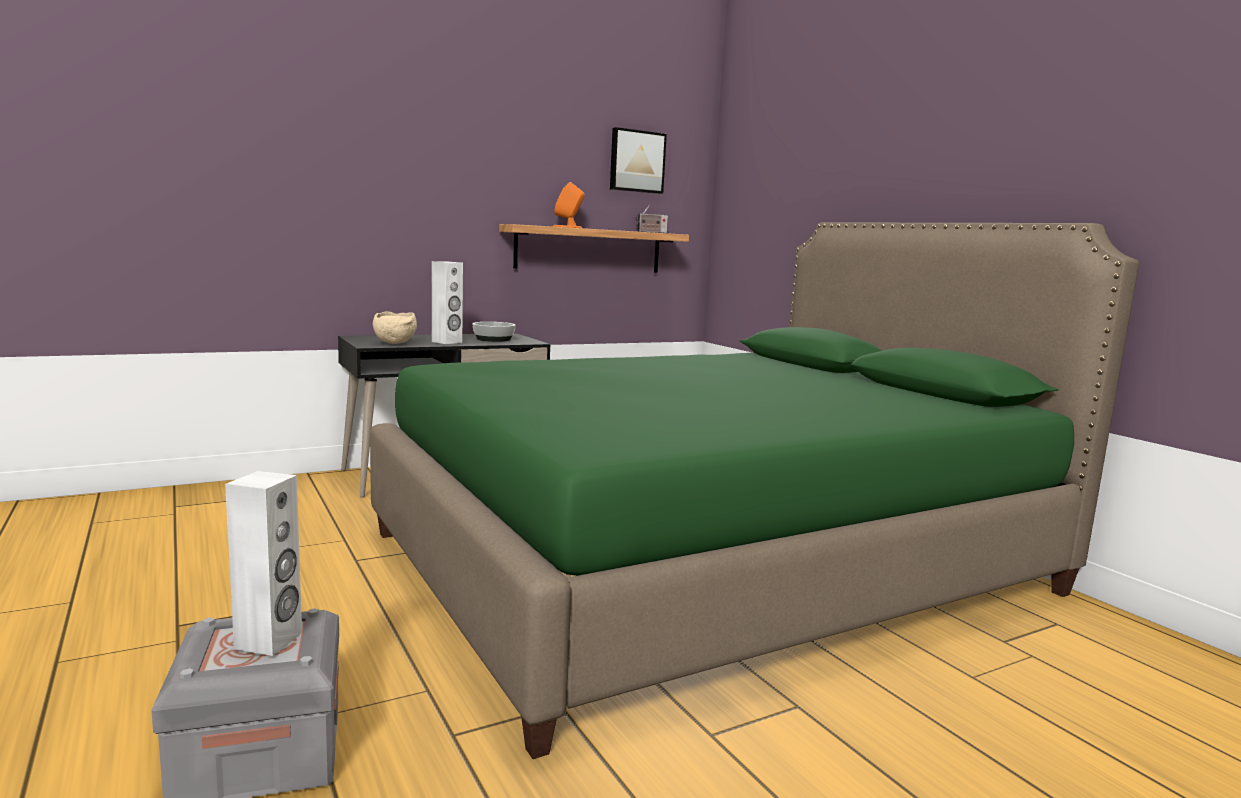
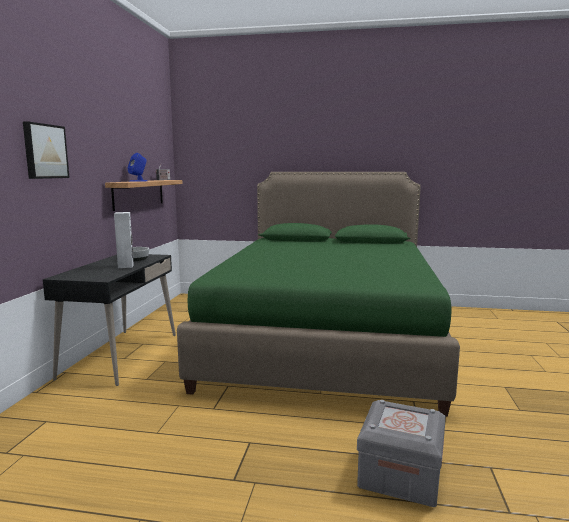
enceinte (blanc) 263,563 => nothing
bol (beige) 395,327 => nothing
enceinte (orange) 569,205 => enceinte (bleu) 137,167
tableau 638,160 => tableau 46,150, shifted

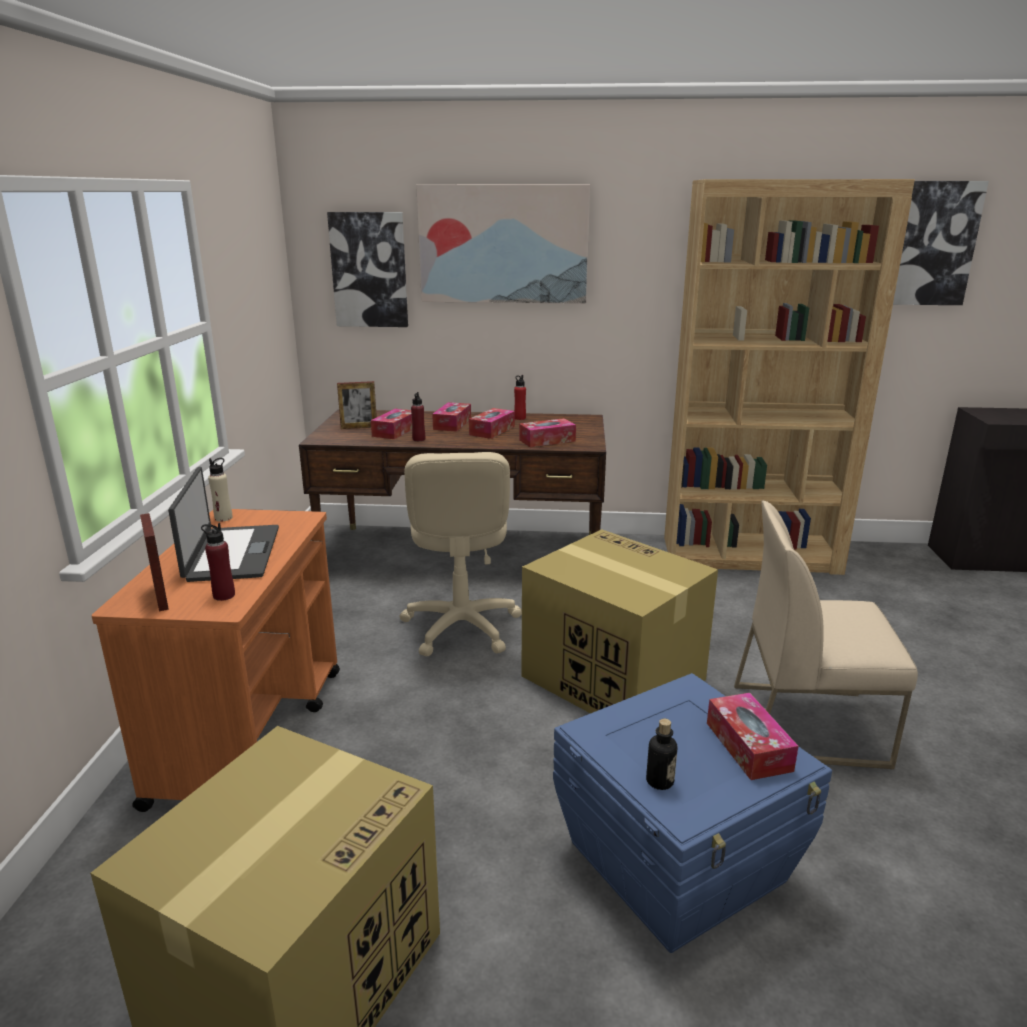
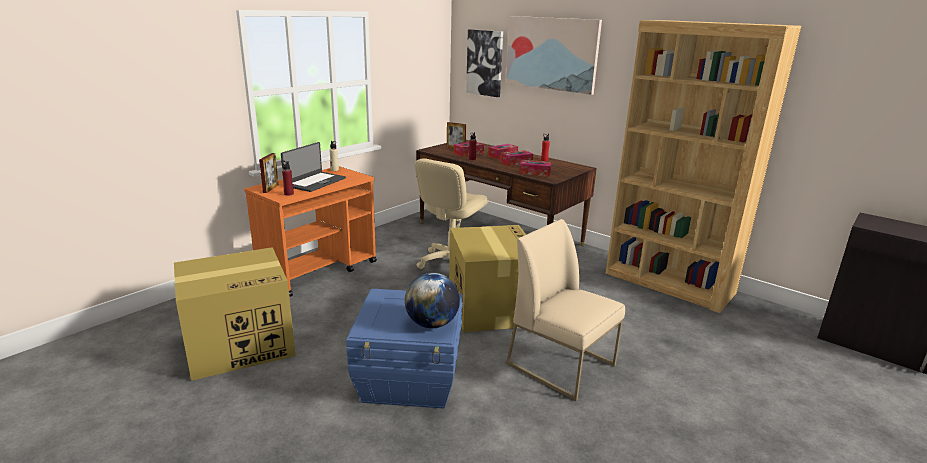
bouteille 661,754 => nothing
boîte à mouchoirs 753,736 => globe 432,300
tableau 941,243 => nothing

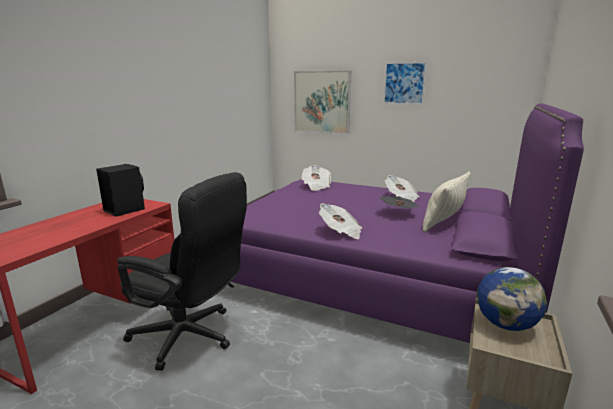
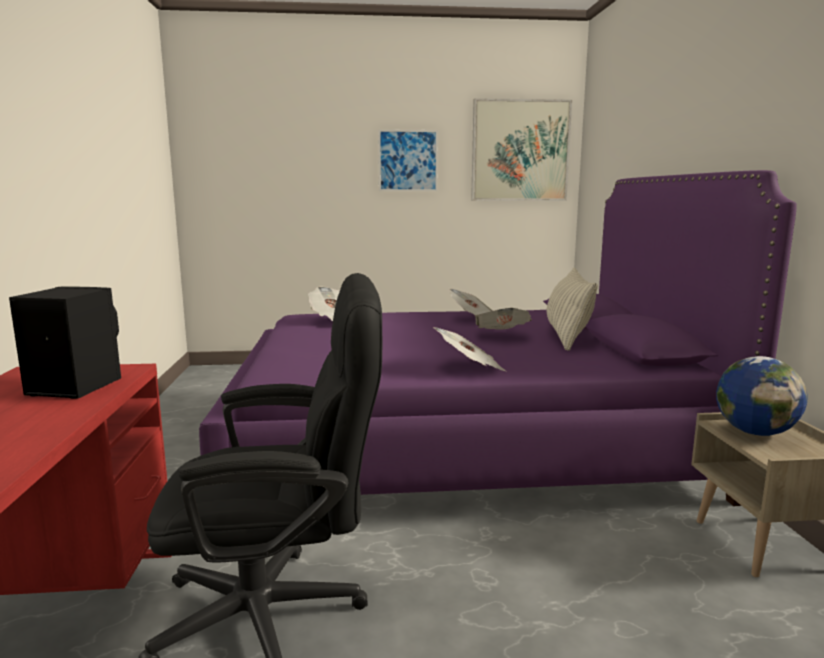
tableau 322,102 => tableau 521,149, shifted

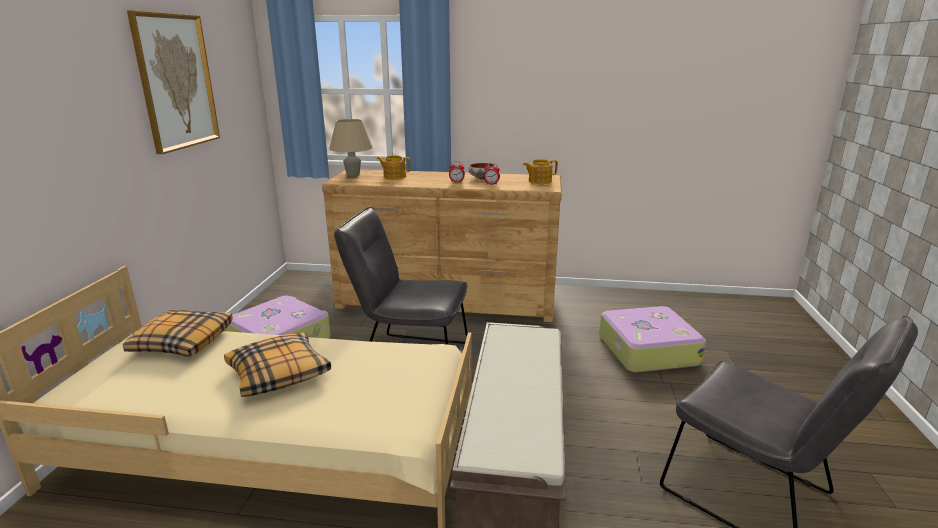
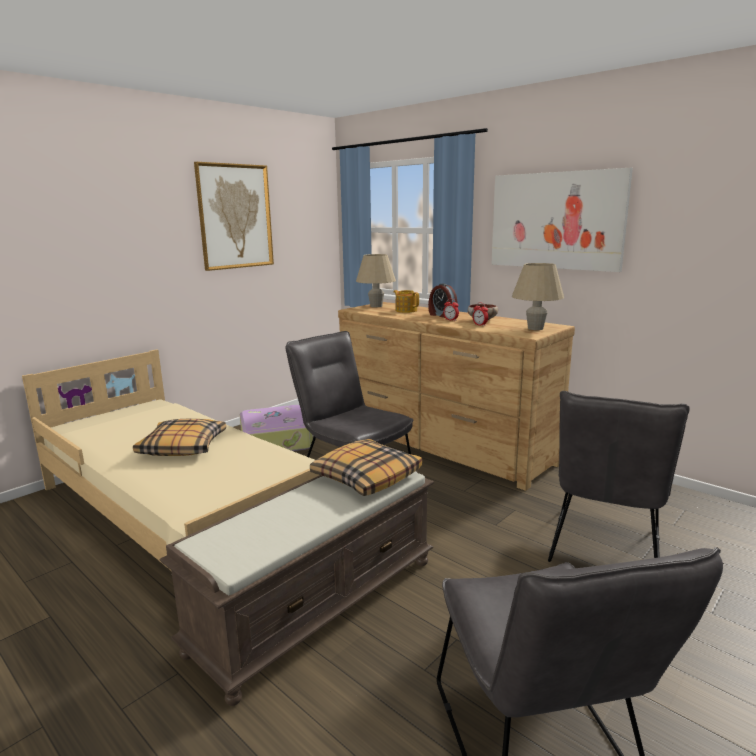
coussin 178,333 => coussin 366,467, shifted
théière 540,171 => lampe de table (beige) 538,296
valise 652,339 => chaise (gris) 619,476
nothing => réveil 443,301
nothing => tableau 562,220

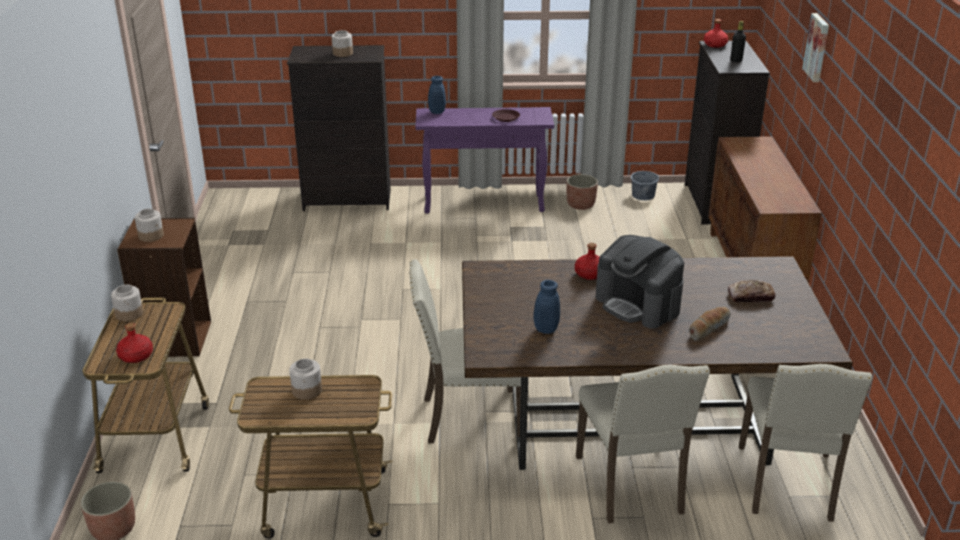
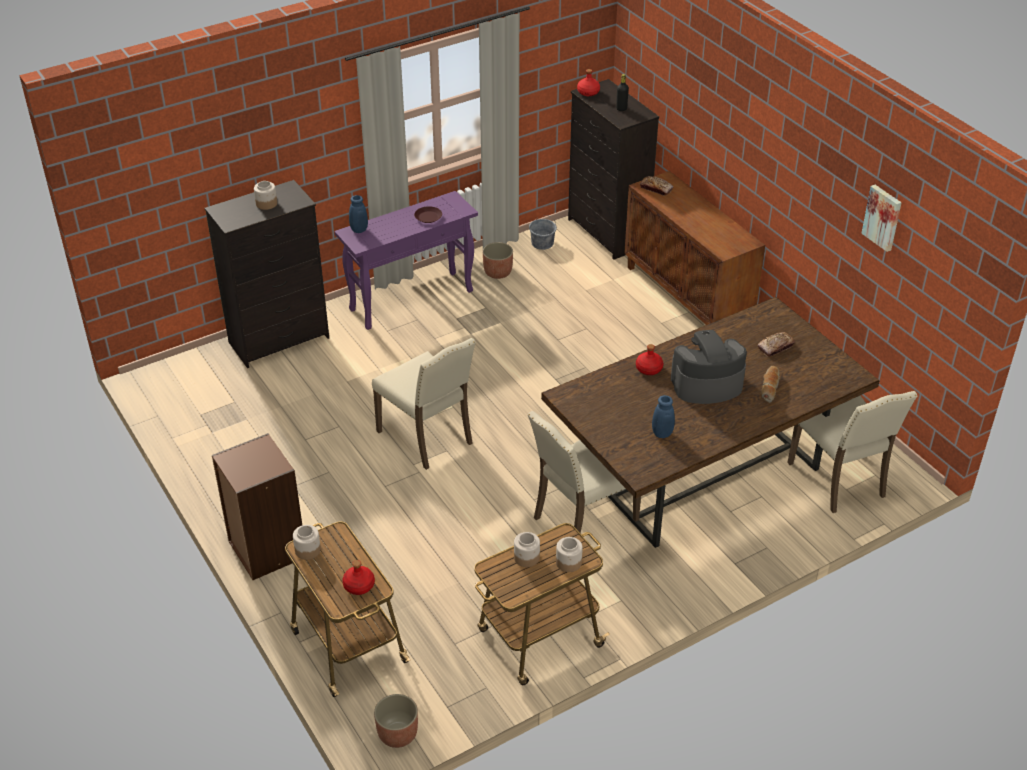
bocal 149,225 => bocal 569,554, shifted
chaise (beige) 643,444 => chaise (beige) 424,404, shifted
machine à café 640,282 => machine à café 709,367, 150 degrees clockwise
tableau 815,47 => tableau 881,218, shifted
nothing => pain 656,186

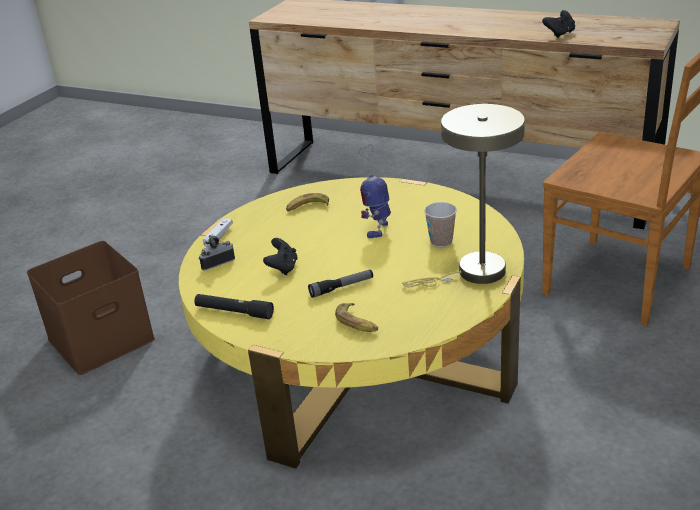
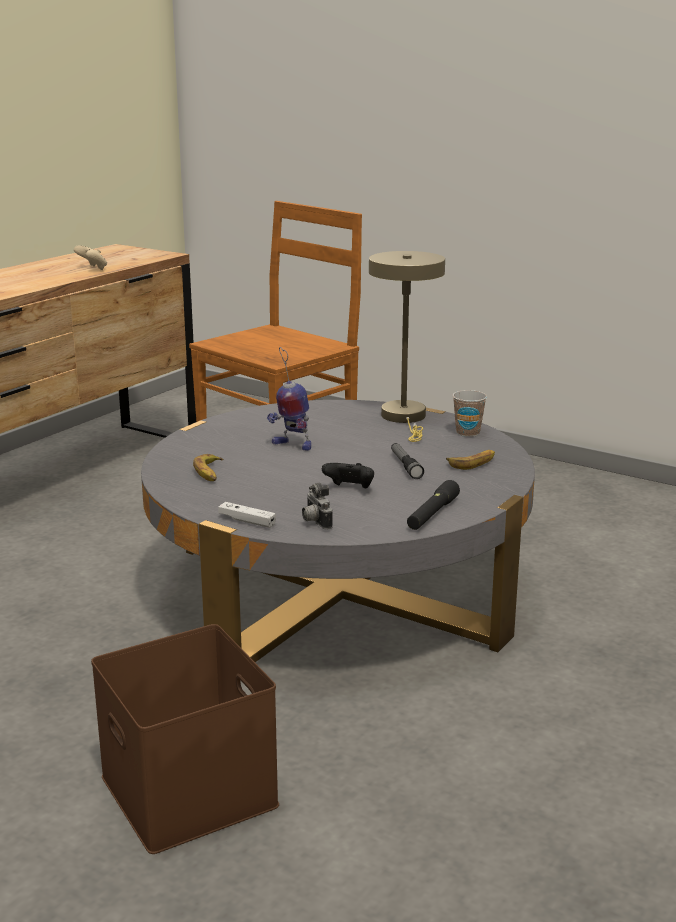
table basse (jaune) 351,323 => table basse (gris) 338,531
tasse 440,224 => tasse 469,413, shifted
manette (noir) 558,24 => manette (beige) 90,257

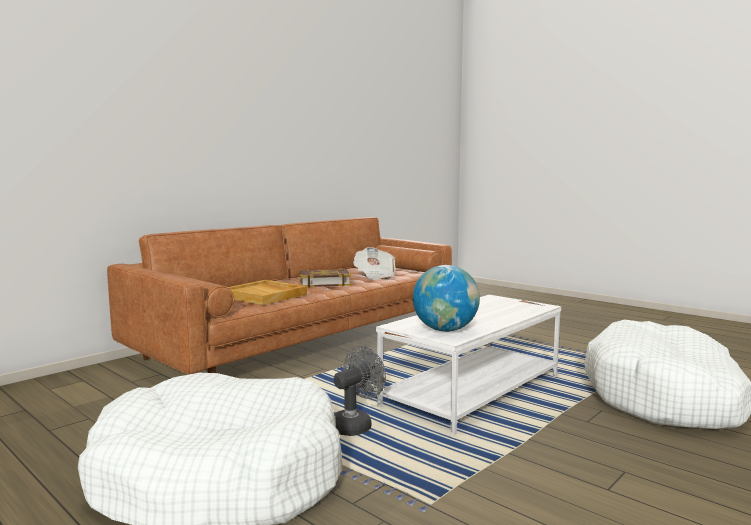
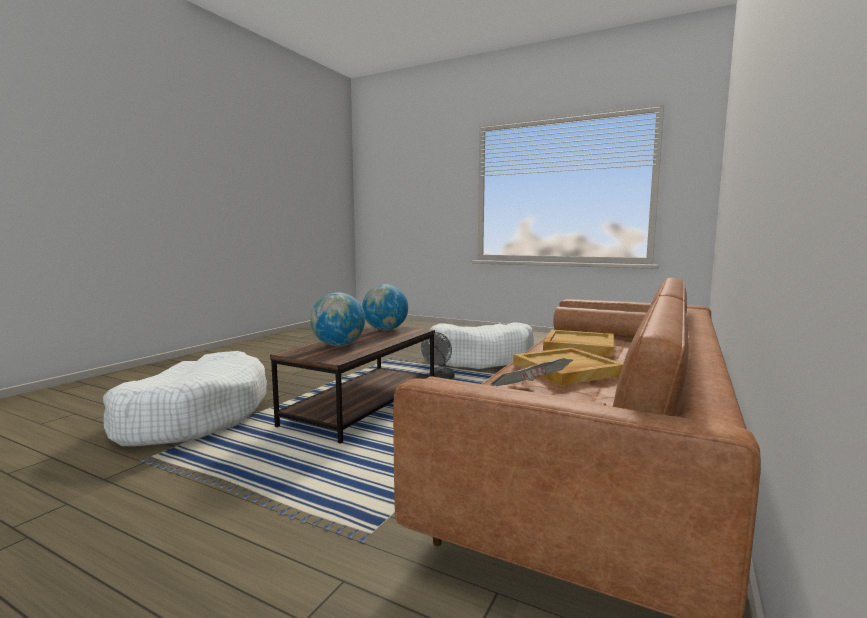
livre 325,278 => plateau (beige) 568,366
table basse (blanc) 469,365 => table basse (marron) 352,385
nothing => globe 337,319

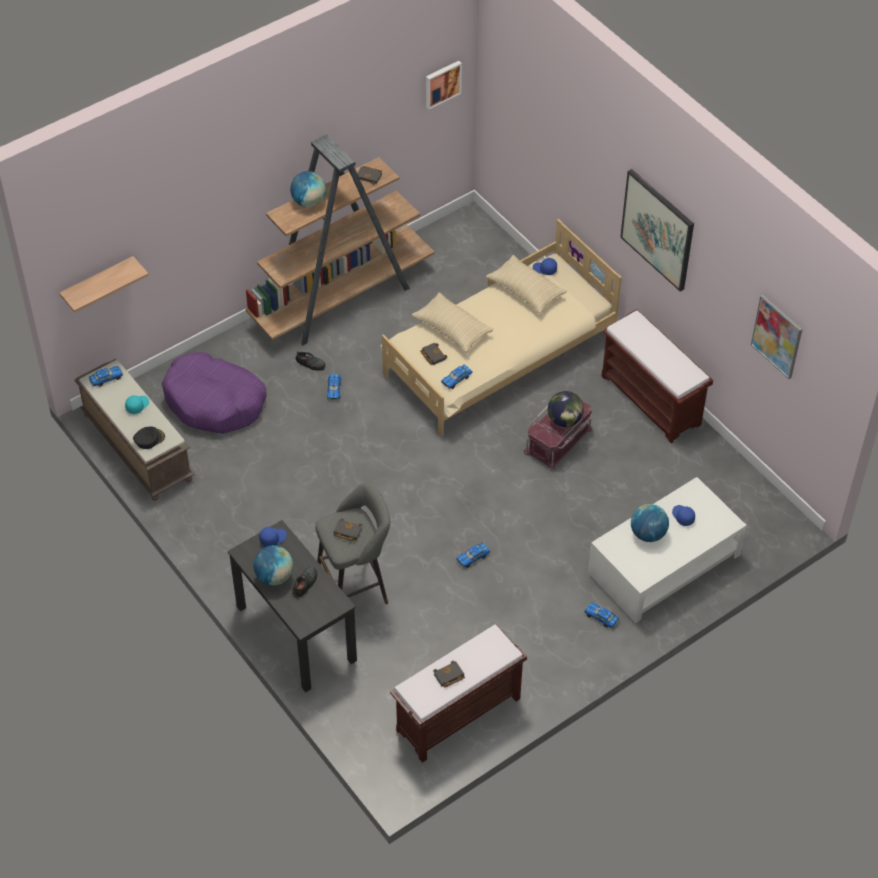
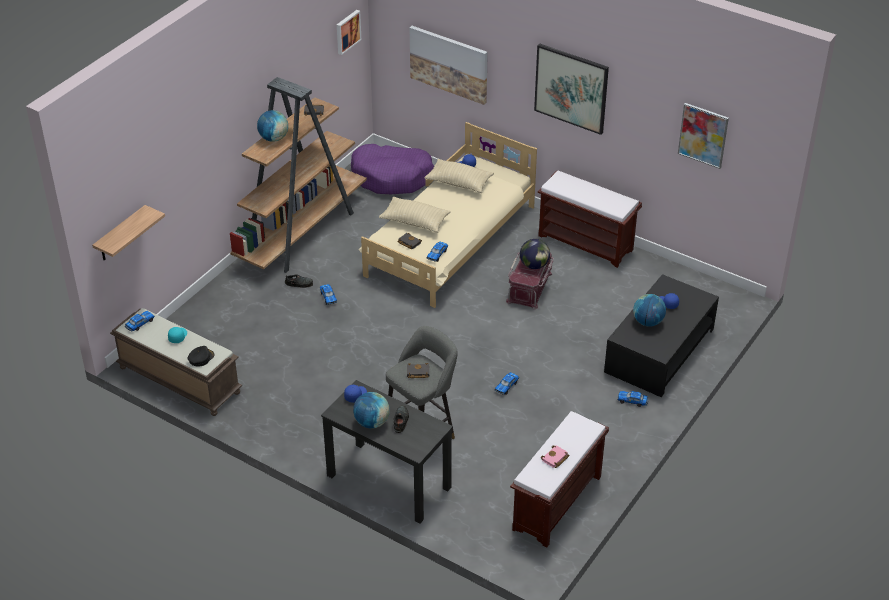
panier pour chien (violet) 214,393 => panier pour chien (violet) 392,169, shifted
livre (noir) 449,674 => livre (rose) 555,456
table basse (blanc) 667,550 => table basse (noir) 661,335
nothing => tableau 449,65

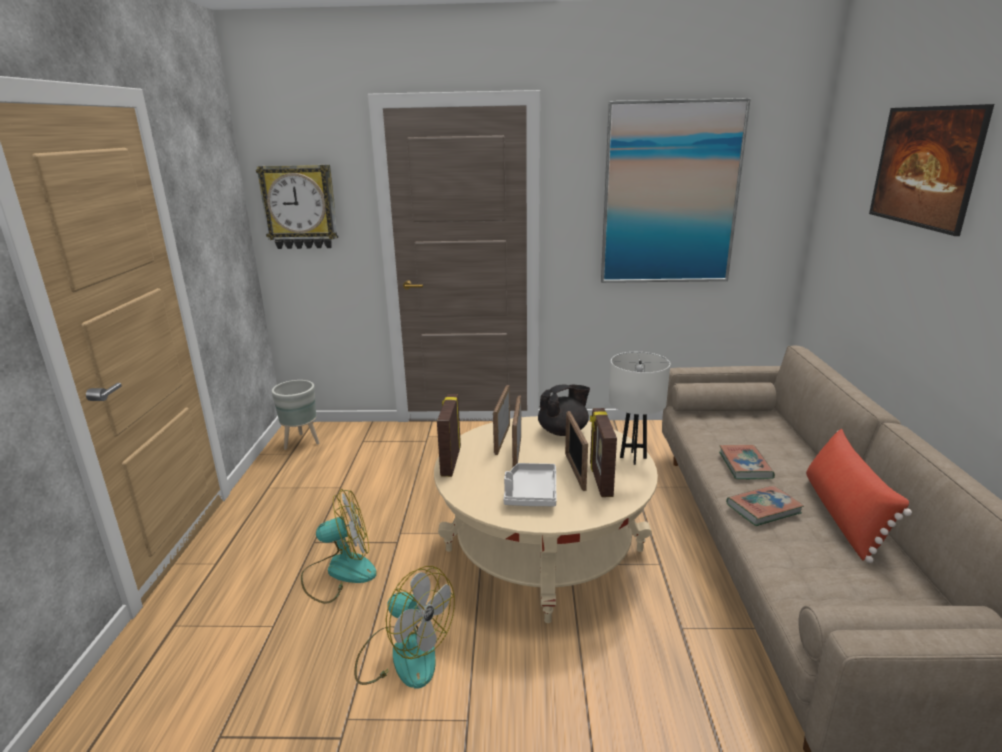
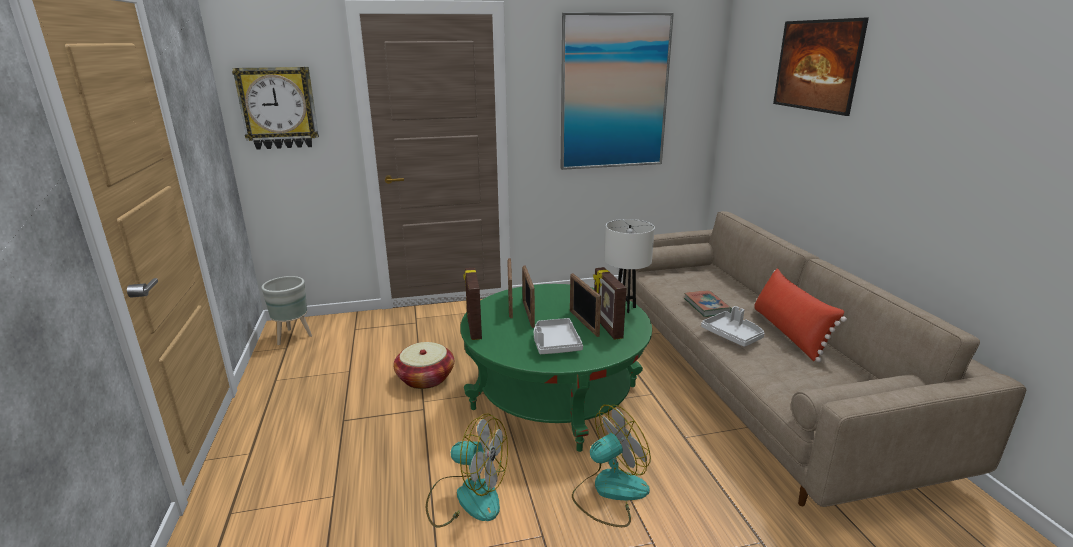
ventilateur 338,546 => ventilateur 611,466, shifted
table basse (beige) 546,519 => table basse (vert) 556,368
théière (noir) 564,410 => nothing
livre 765,505 => plateau (gris) 733,326
nothing => panier 423,365

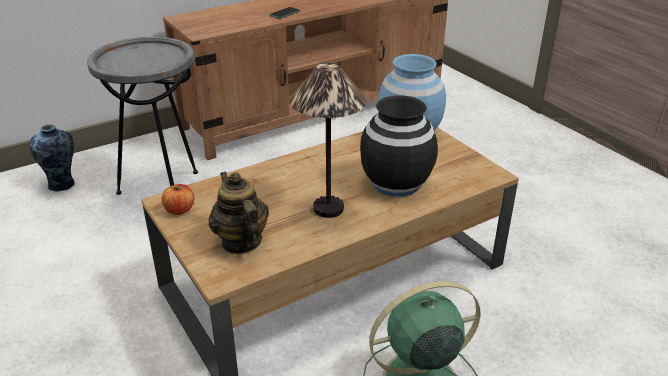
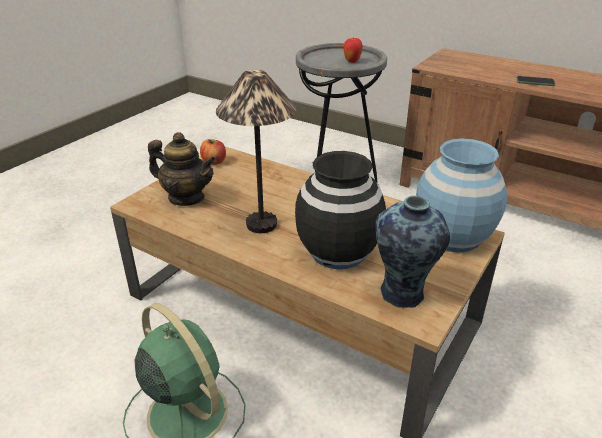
vase 52,158 => vase 412,252, shifted
théière 238,213 => théière 182,169, 75 degrees clockwise
nothing => pomme 353,50

